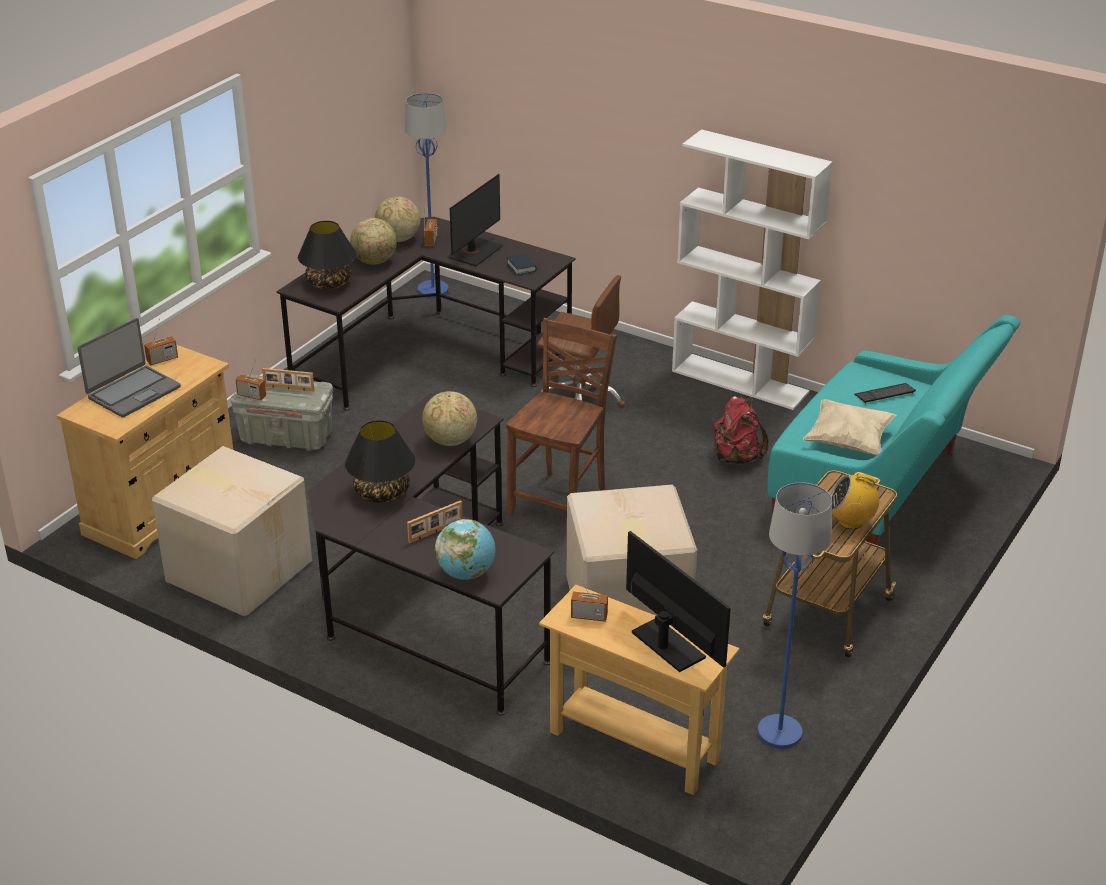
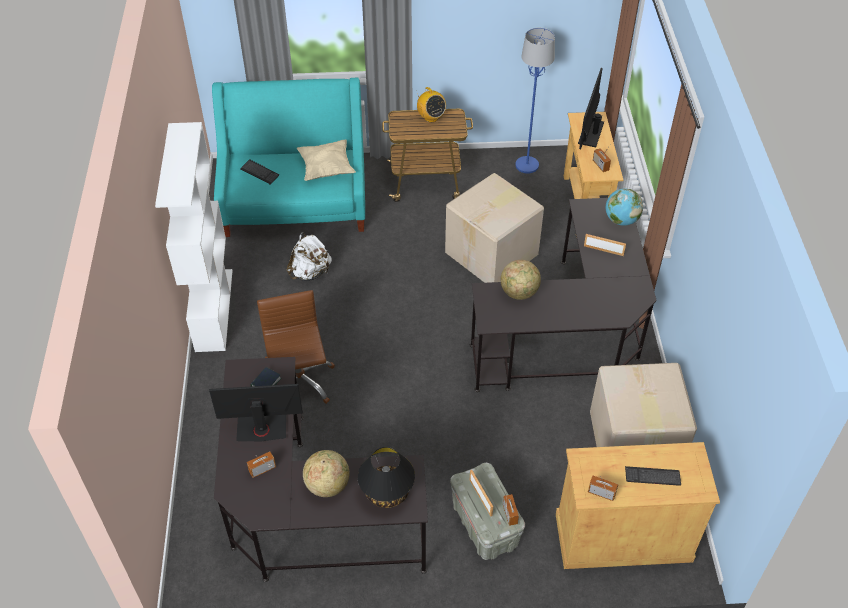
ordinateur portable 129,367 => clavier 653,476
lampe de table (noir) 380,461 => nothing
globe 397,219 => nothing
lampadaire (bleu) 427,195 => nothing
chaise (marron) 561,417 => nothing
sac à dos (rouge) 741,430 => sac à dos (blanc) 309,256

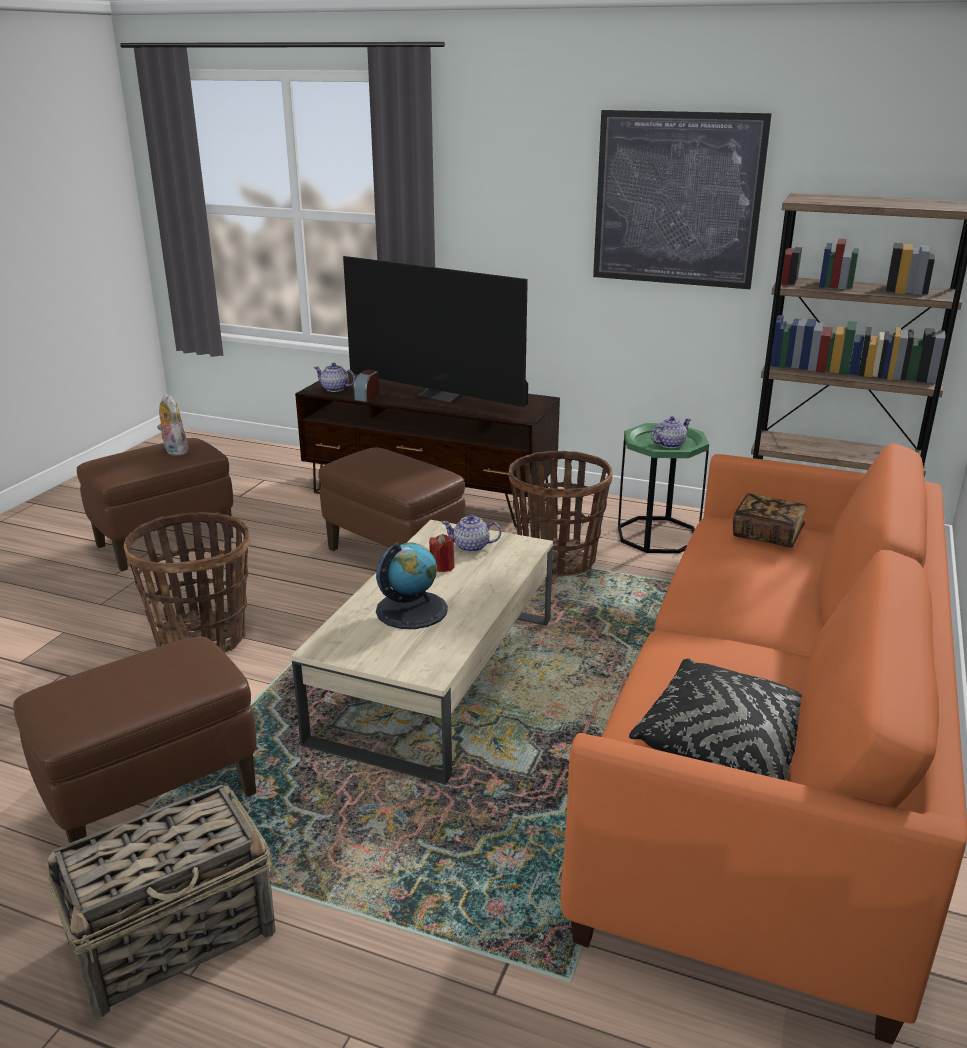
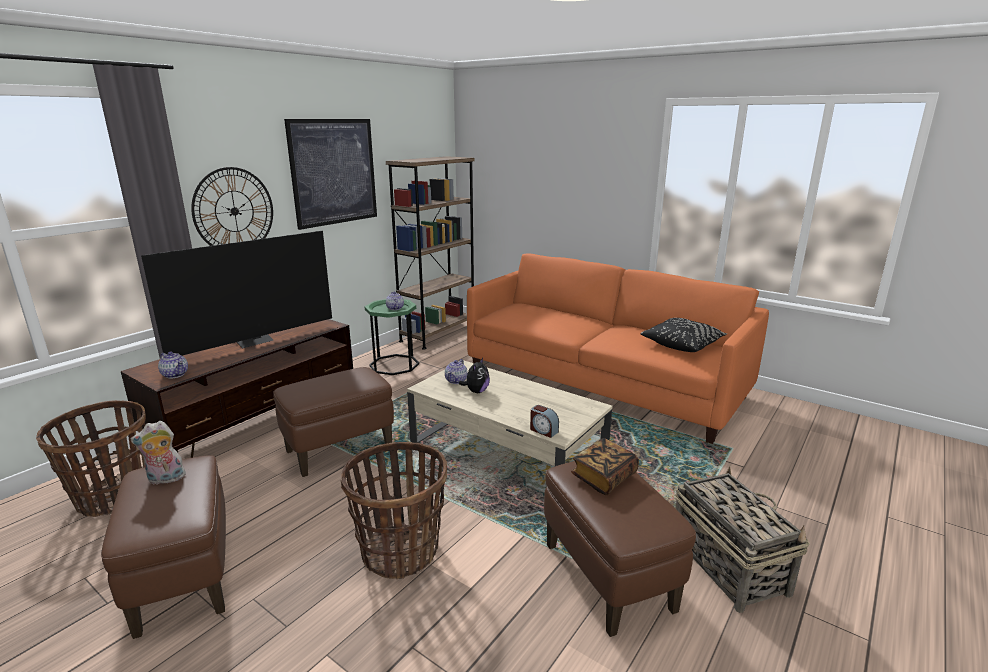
théière 334,377 => théière 173,364, 90 degrees counterclockwise
réveil 366,386 => réveil 544,421, shifted
globe 412,585 => nothing
bougie (rouge) 441,553 => peluche 474,375
panier 561,513 => panier 91,458, shifted
livre 770,520 => livre 605,466, shifted
nothing => horloge murale 232,206

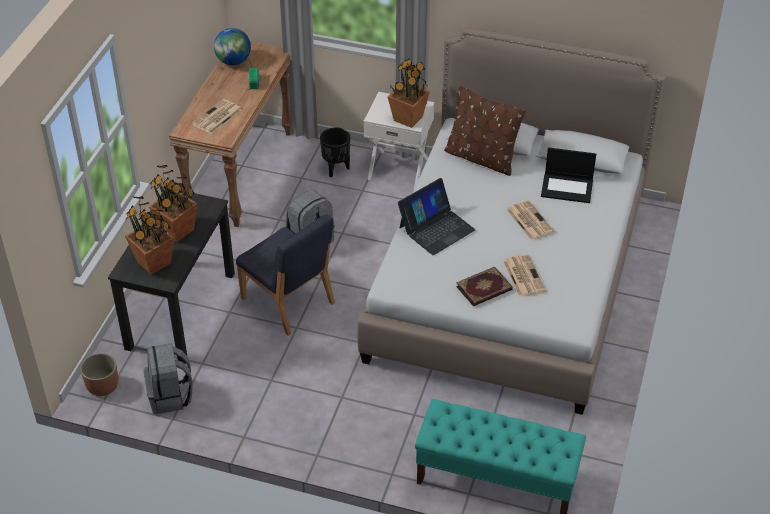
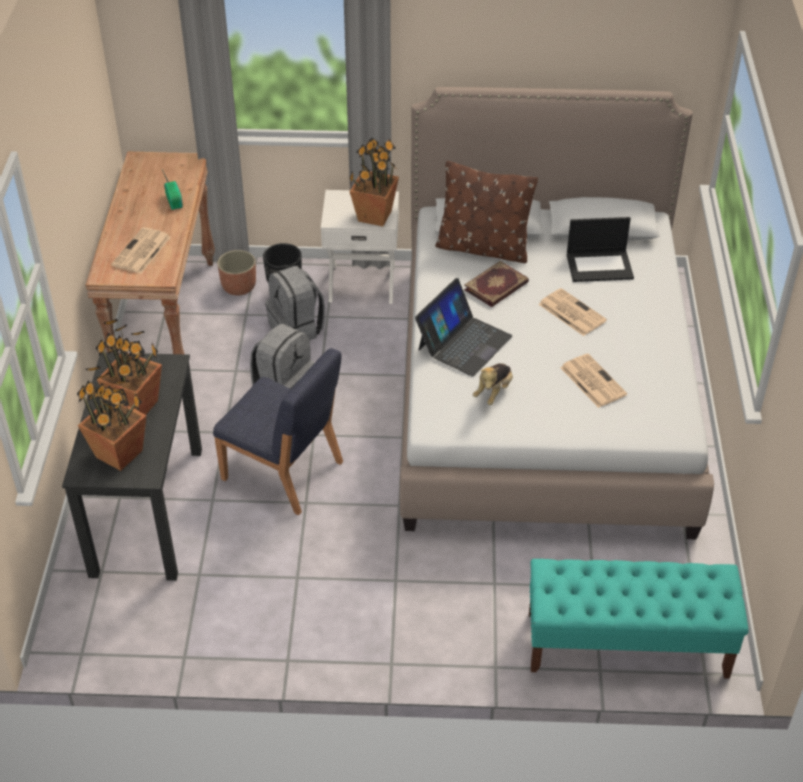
cache-pot 99,374 => cache-pot 236,273, shifted
sac à dos (gris) 168,378 => sac à dos (gris) 295,303, shifted
globe 232,46 => nothing
livre 484,286 => livre 496,284, shifted
nothing => peluche 493,384

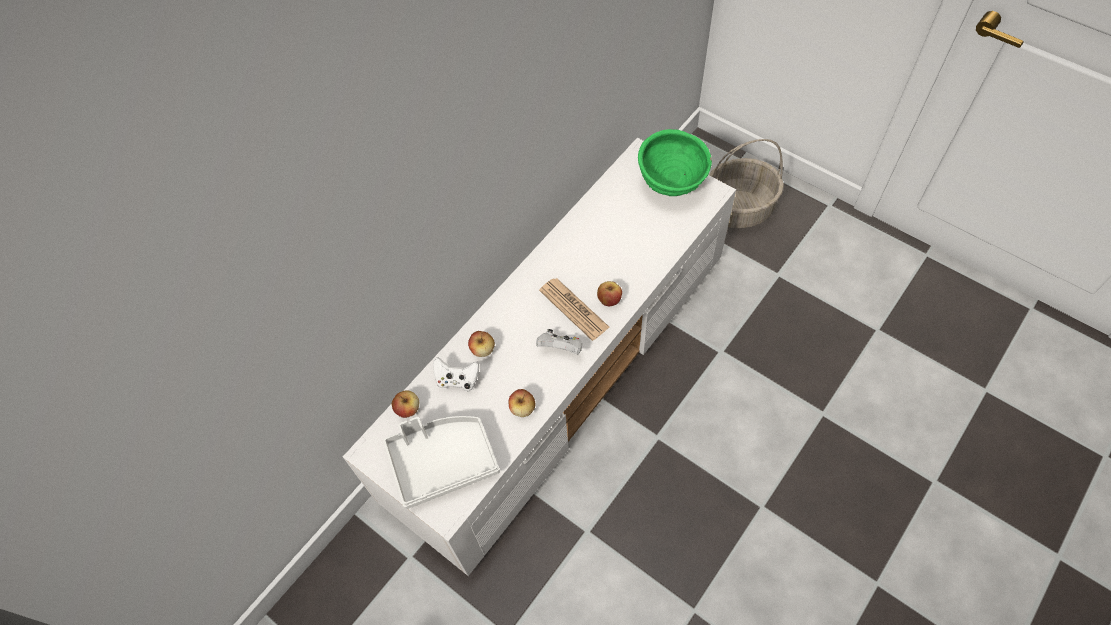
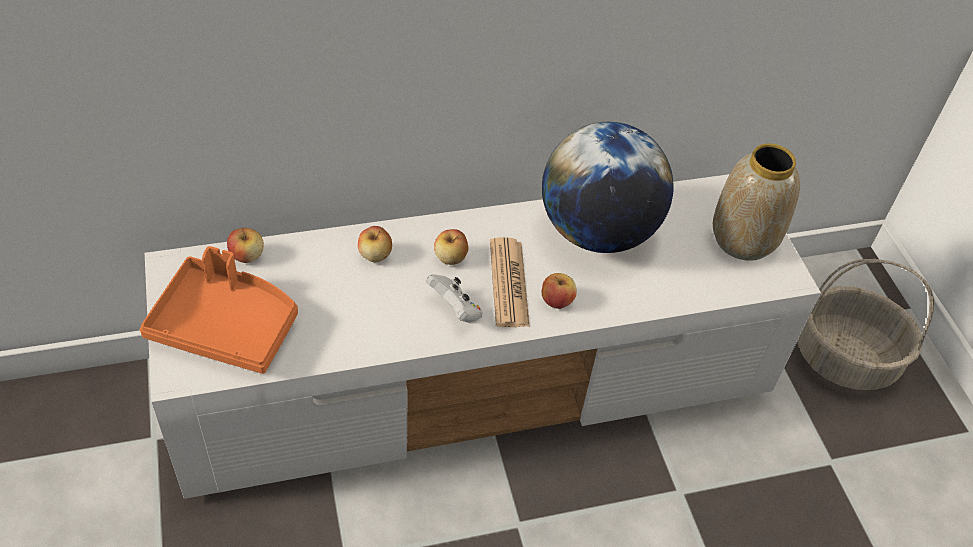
plateau (blanc) 441,462 => plateau (orange) 219,310
manette (blanc) 456,374 => nothing
pomme 522,403 => pomme 451,247, shifted
bol (vert) 675,162 => vase 756,202
nothing => globe 608,187

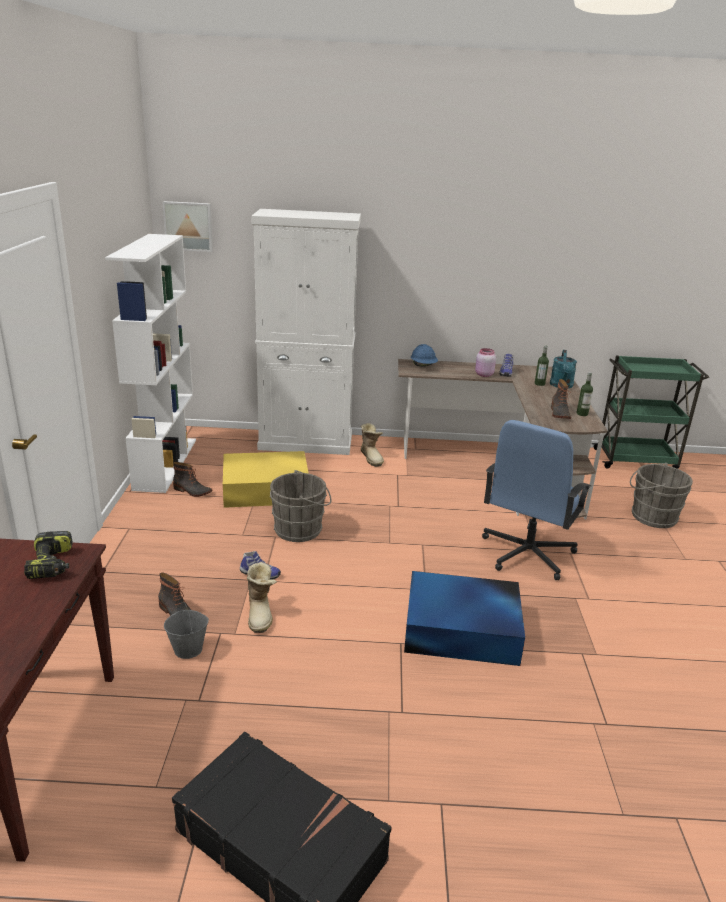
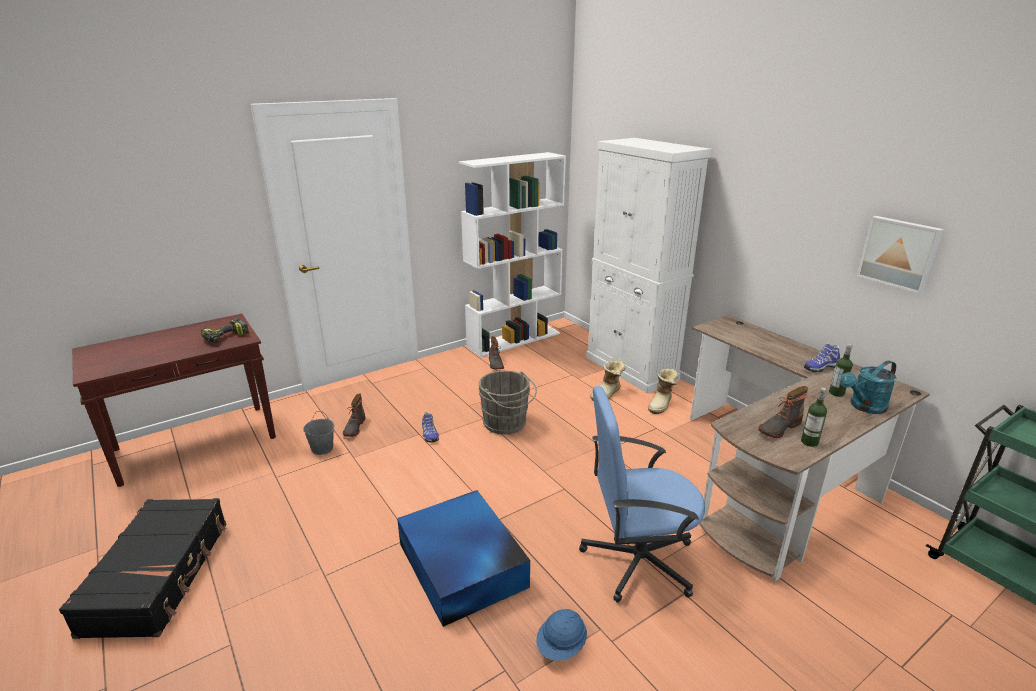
tableau 188,226 => tableau 900,255, shifted
boîte de rangement (jaune) 266,479 => nothing
botte 262,597 => botte 608,380, shifted
casque de chantier (bleu) 424,355 => casque de chantier (bleu) 561,635, shifted
bocal (rose) 485,362 => nothing
seau (gris) 661,495 => nothing

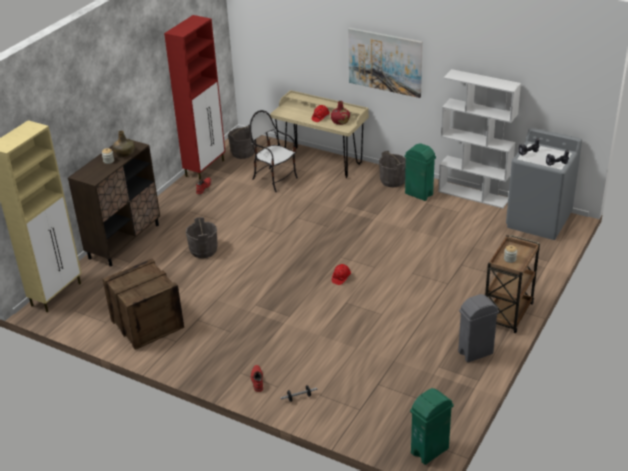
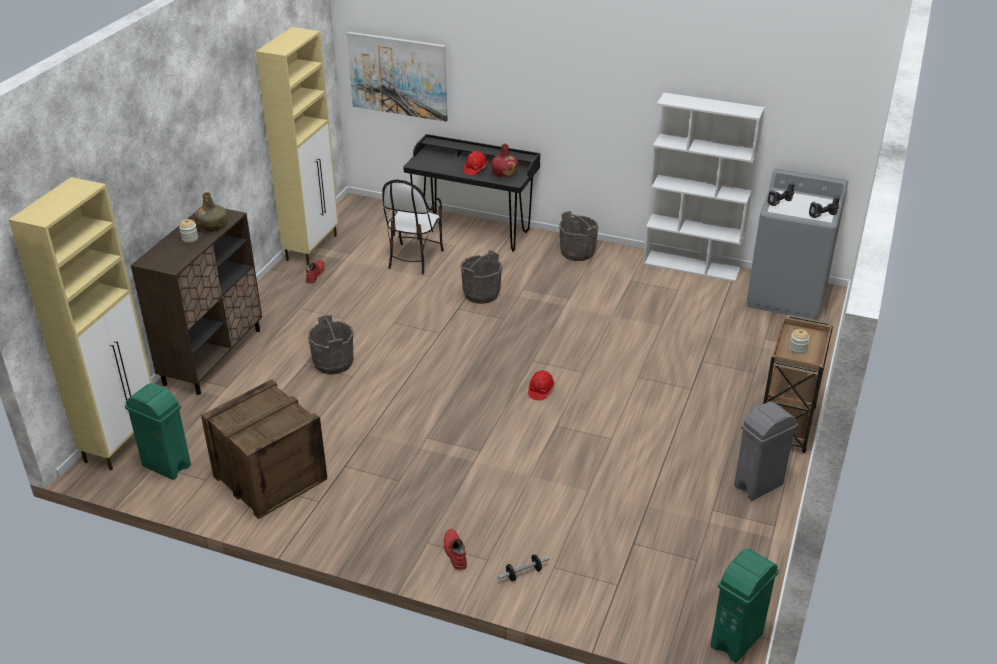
meuble de rangement (rouge) 194,97 => meuble de rangement (beige) 297,146
seau (gris) 241,142 => seau (gris) 481,277, shifted
chaise 274,151 => chaise 413,227, 105 degrees counterclockwise
bureau (beige) 319,134 => bureau (noir) 471,193
tableau 385,63 => tableau 397,77, shifted
poubelle (vert) 420,172 => poubelle (vert) 158,431, shifted

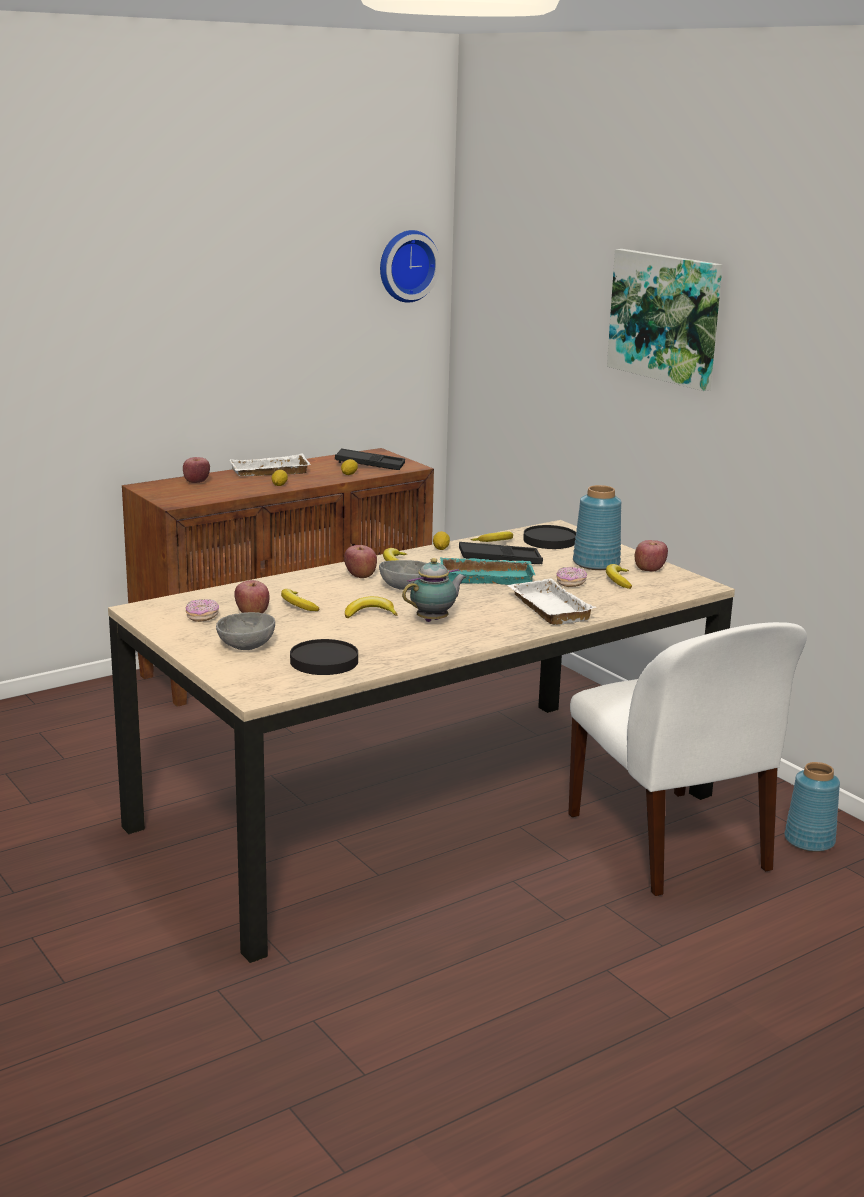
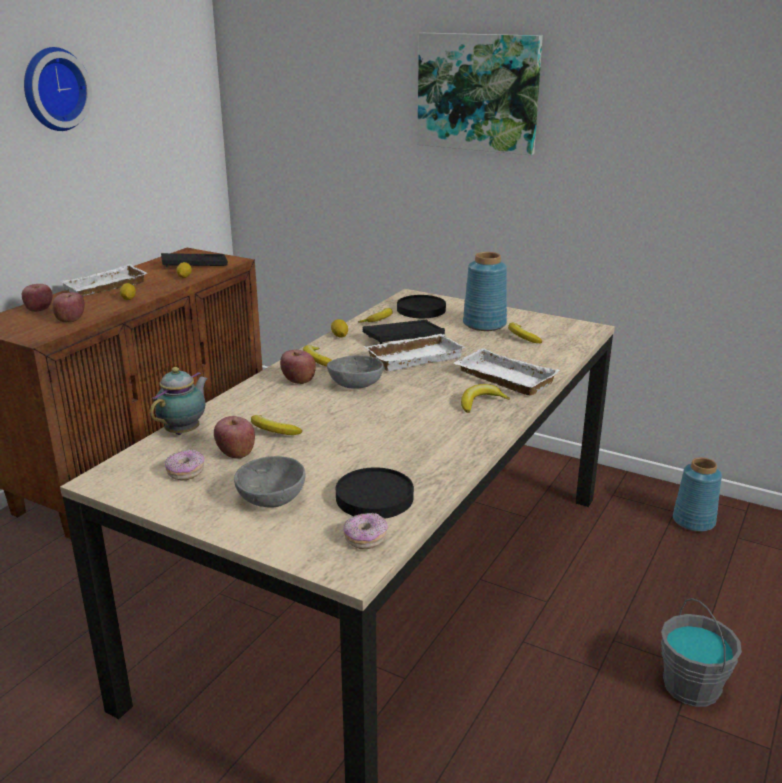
banane 371,607 => banane 485,398, shifted
horloge murale 410,266 => horloge murale 58,89, shifted
théière 434,590 => théière 179,401, shifted
plateau (turquoise) 487,571 => plateau (blanc) 414,352
beignet 572,577 => beignet 365,531, shifted
chaise (blanc) 687,759 => nothing
pomme 651,556 => pomme 68,307, shifted
nothing => seau (gris) 701,652

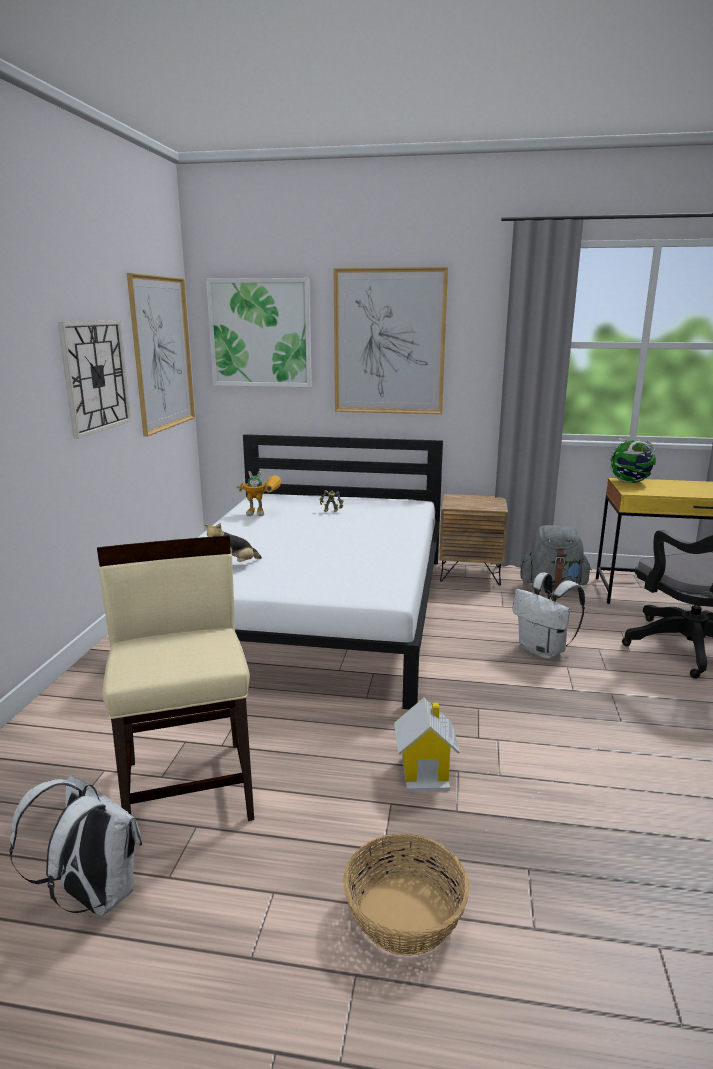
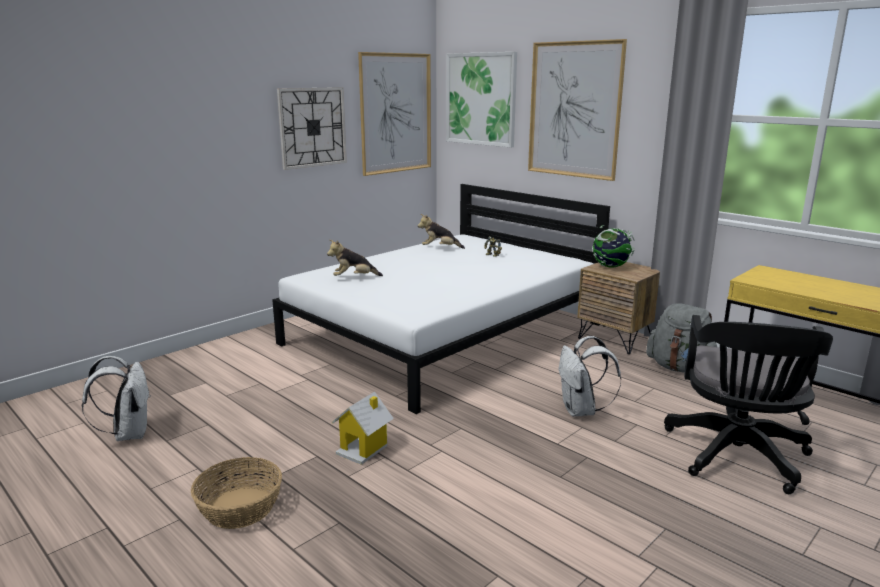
chaise (beige) 175,678 => nothing
robot jouet 259,493 => peluche 441,231
globe 633,460 => globe 613,246, shifted

